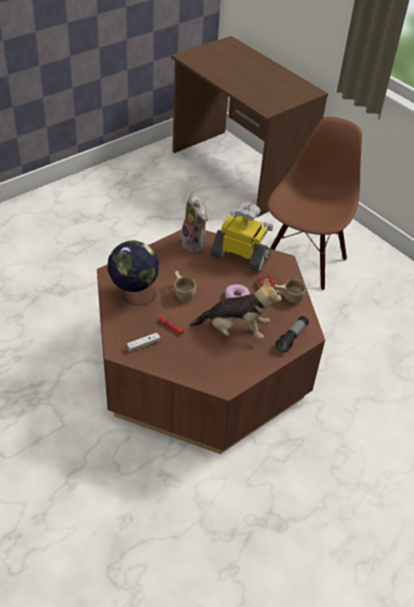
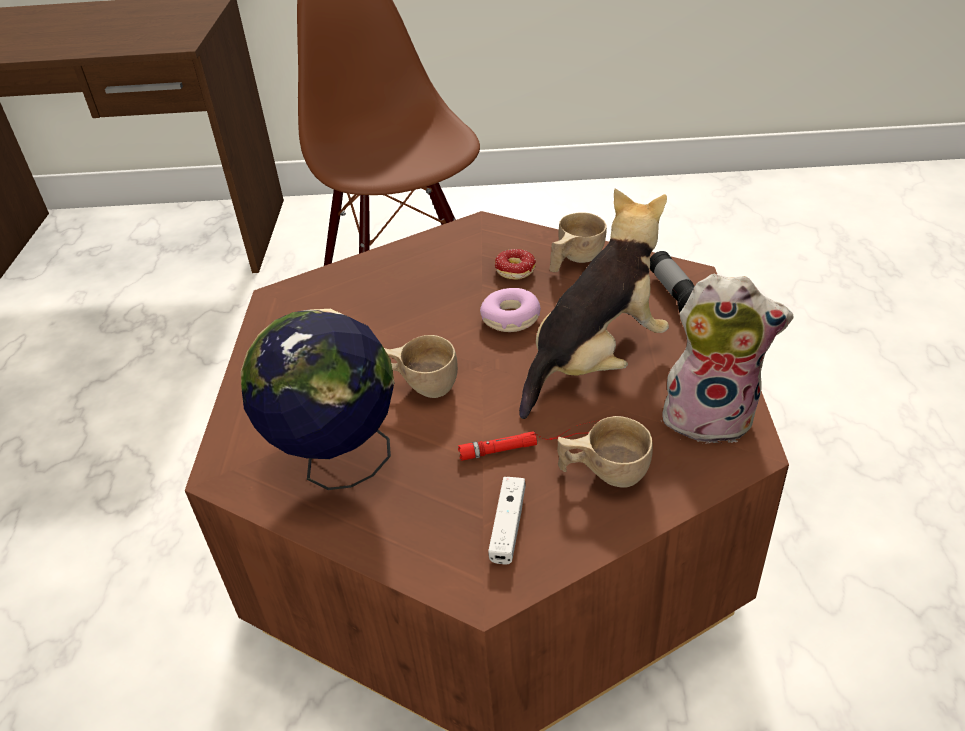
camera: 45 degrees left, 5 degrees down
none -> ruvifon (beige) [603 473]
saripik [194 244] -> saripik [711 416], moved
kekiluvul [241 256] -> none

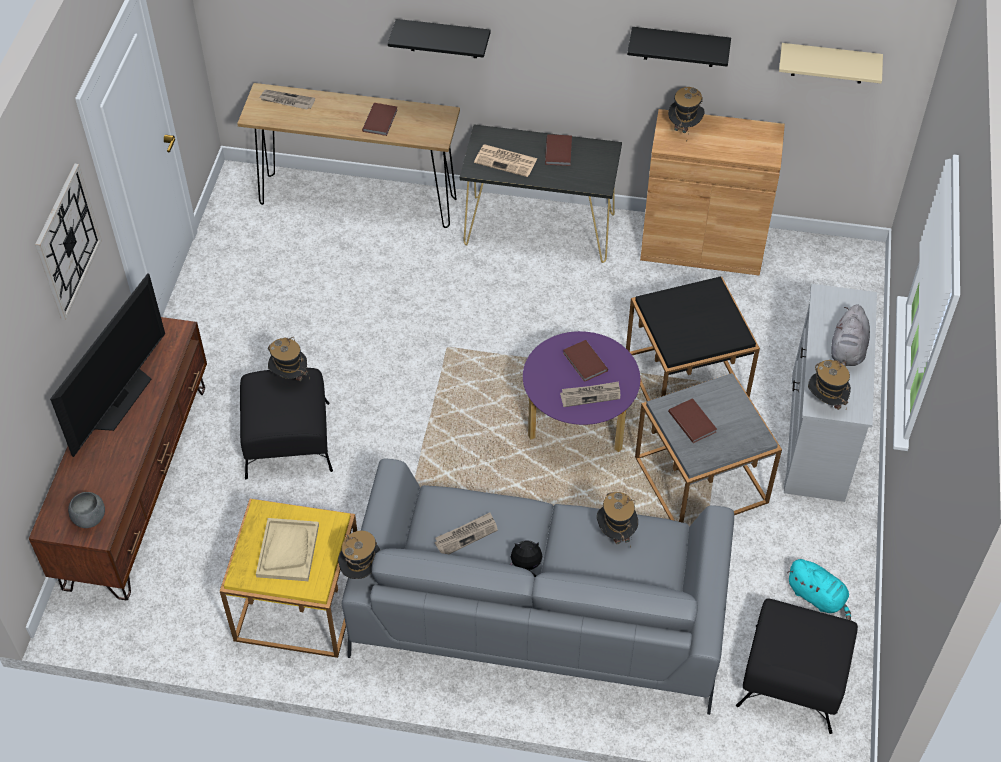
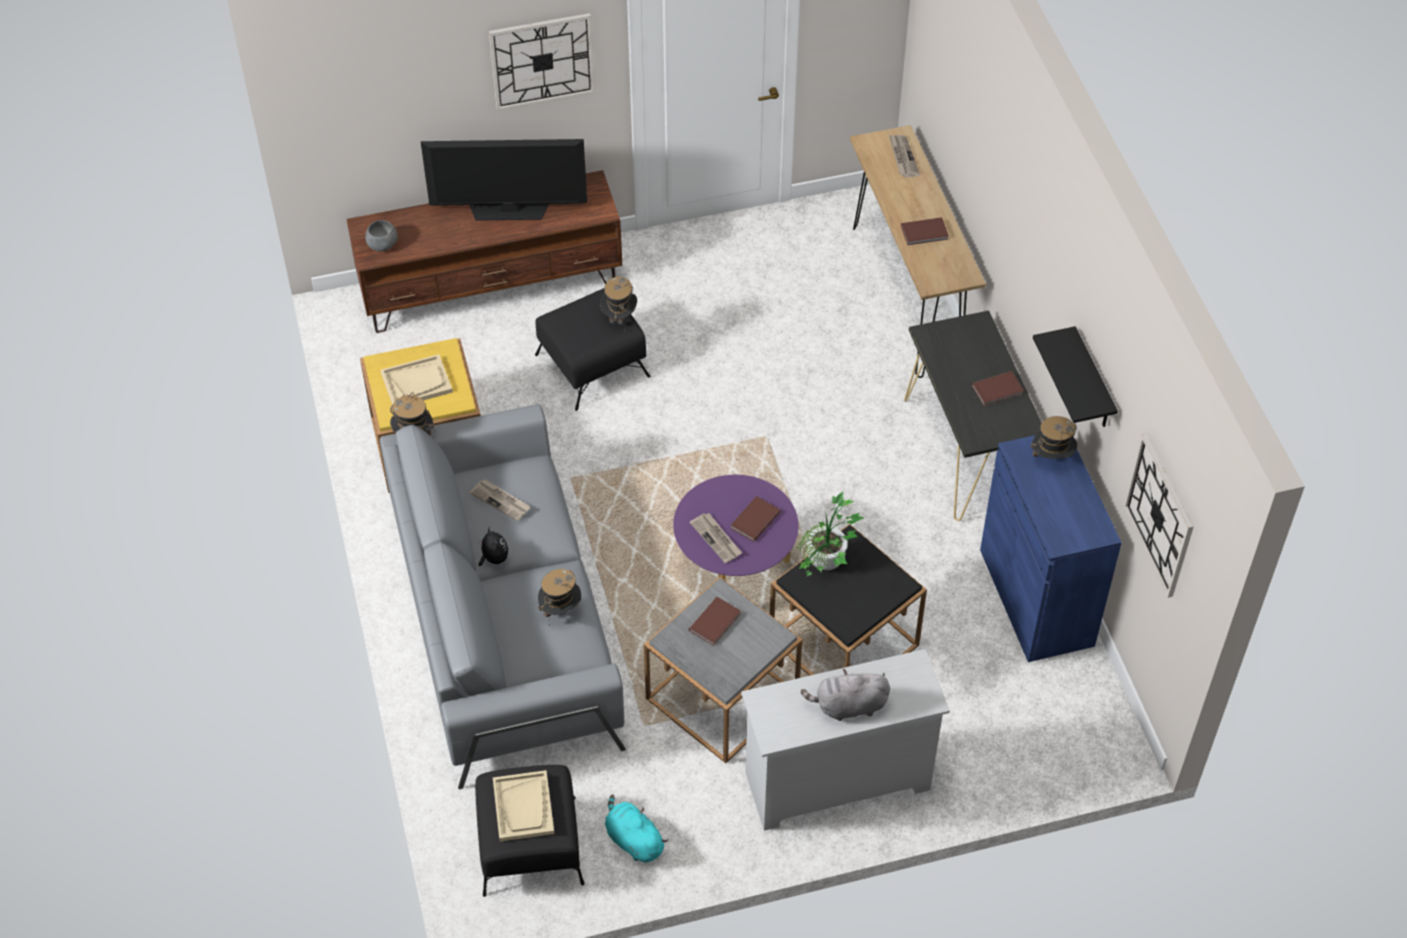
camera: 65 degrees right, 0 degrees up
none -> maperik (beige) [523 807]
saripik (turquoise) [818 597] -> saripik (turquoise) [633 840], 120 degrees clockwise
none -> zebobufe [825 567]
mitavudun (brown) [702 246] -> mitavudun (blue) [1036 597]
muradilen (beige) [829 63] -> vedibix [1159 515]
muradilen (black) [443 39] -> none
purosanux [507 161] -> none
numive [825 401] -> none

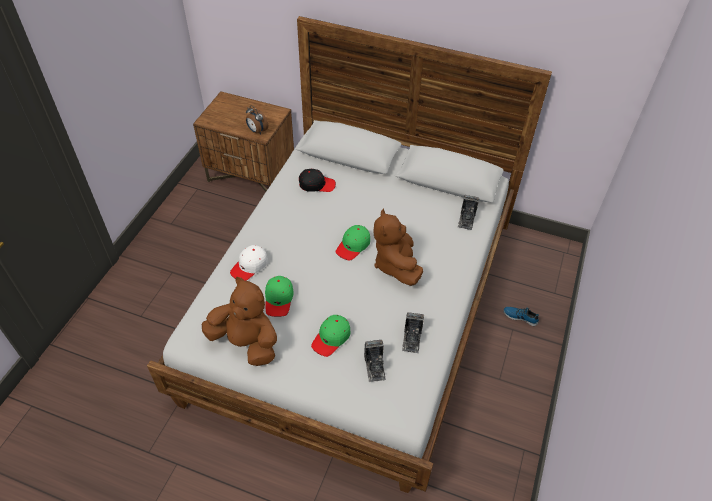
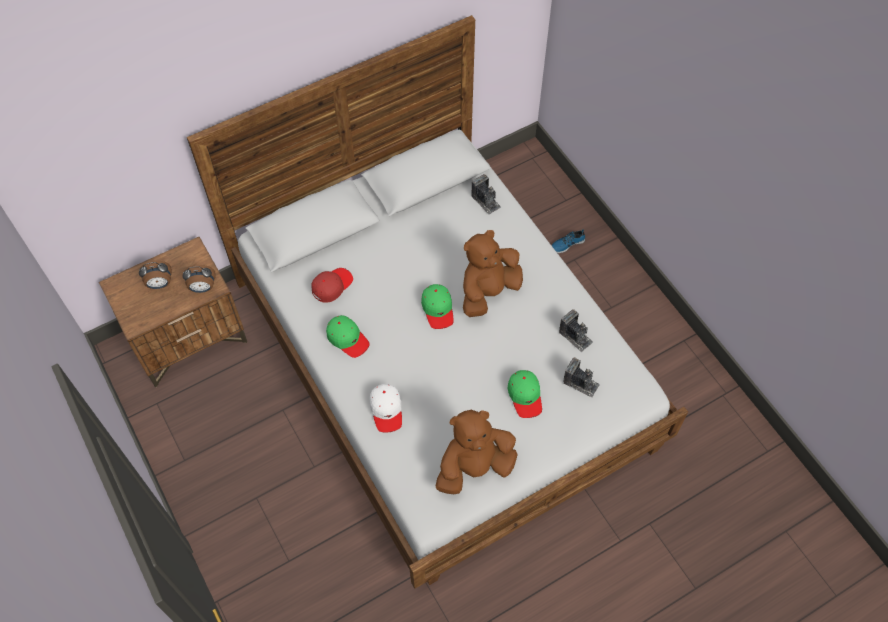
camera: 50 degrees left, 10 degrees up
none -> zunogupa [160 284]
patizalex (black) [316 184] -> patizalex (red) [332 286]
patizalex (green) [279 299] -> patizalex (green) [347 338], moved
saripik (brown) [396 264] -> saripik (brown) [488 291], 105 degrees clockwise

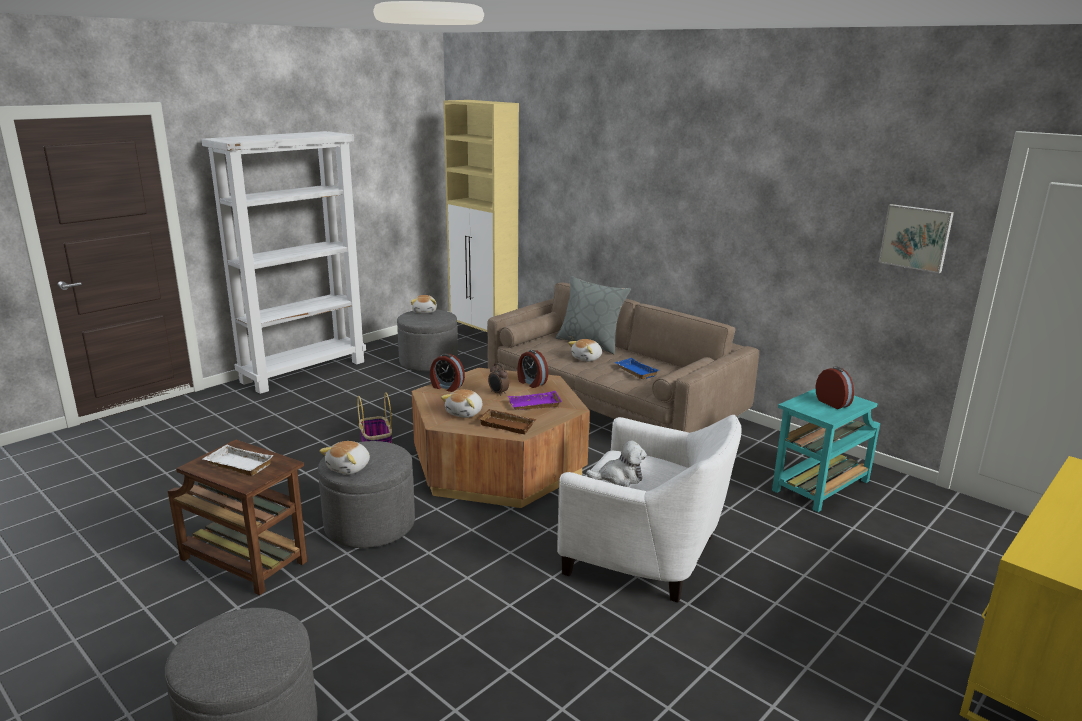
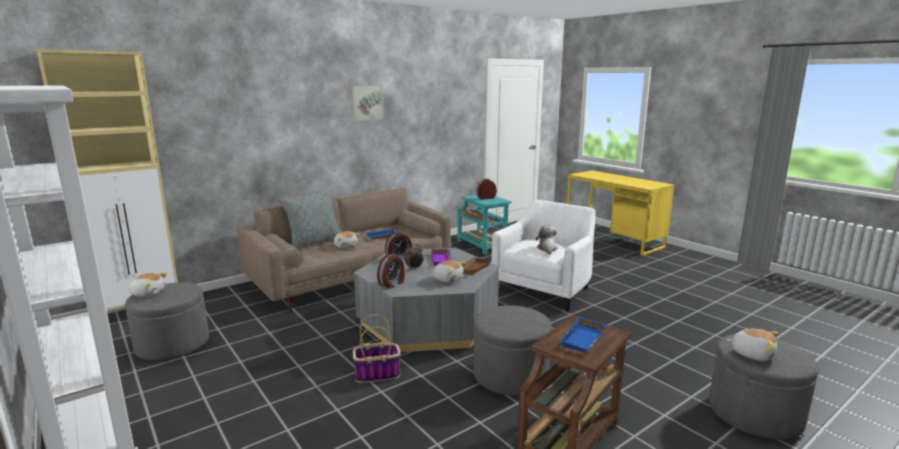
camera: 80 degrees left, 5 degrees down
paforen [916 237] -> paforen [365 102], moved
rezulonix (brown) [499 465] -> rezulonix (grey) [428 321]
maperik (white) [237 465] -> maperik (blue) [584 340]
saripik [349 468] -> saripik [752 354], moved

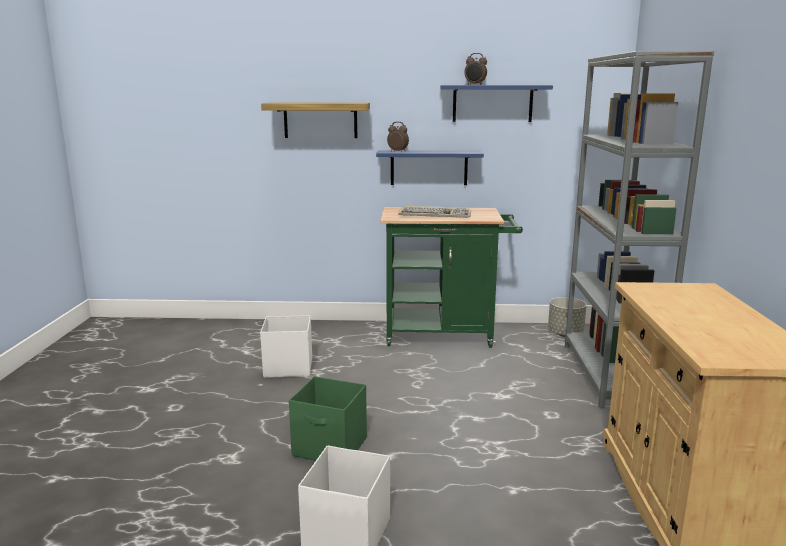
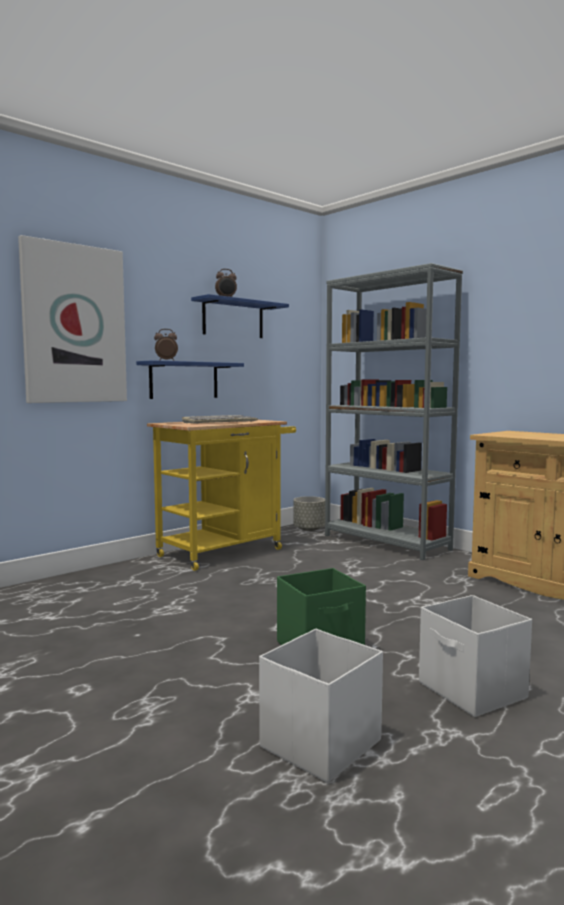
camera: 45 degrees left, 10 degrees down
muradilen [320 120] -> paforen [74 324]
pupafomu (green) [446 335] -> pupafomu (yellow) [226 551]
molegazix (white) [287 367] -> molegazix (white) [319 744], moved

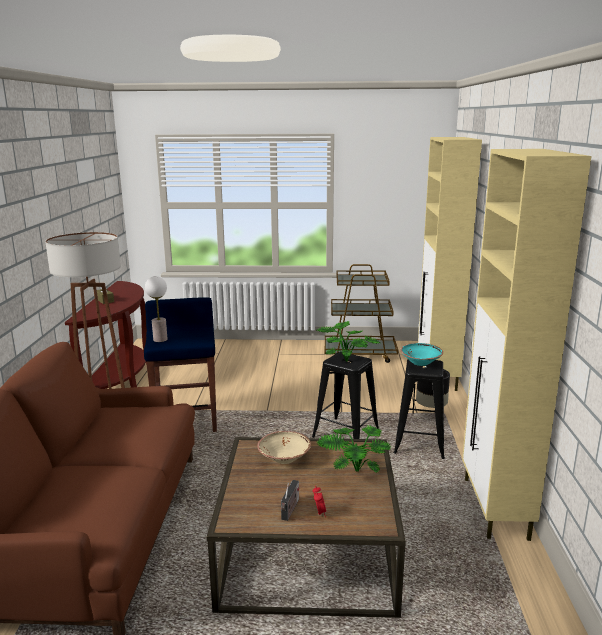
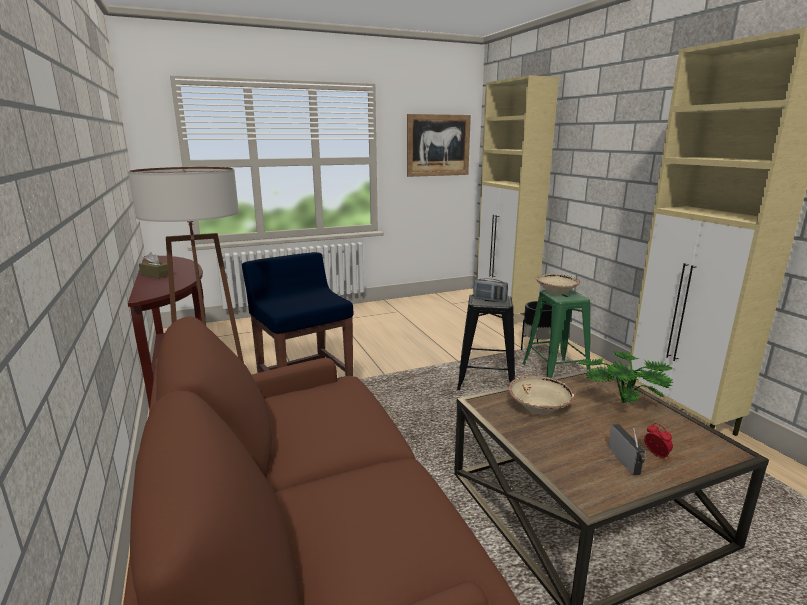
camera: 25 degrees left, 0 degrees up
none -> paforen [438 145]
zebobufe [346 360] -> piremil [489 300]
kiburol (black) [419 442] -> kiburol (green) [555 373]
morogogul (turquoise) [420 362] -> morogogul (beige) [556 292]
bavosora [160 339] -> none
pupafomu (brown) [360 354] -> none

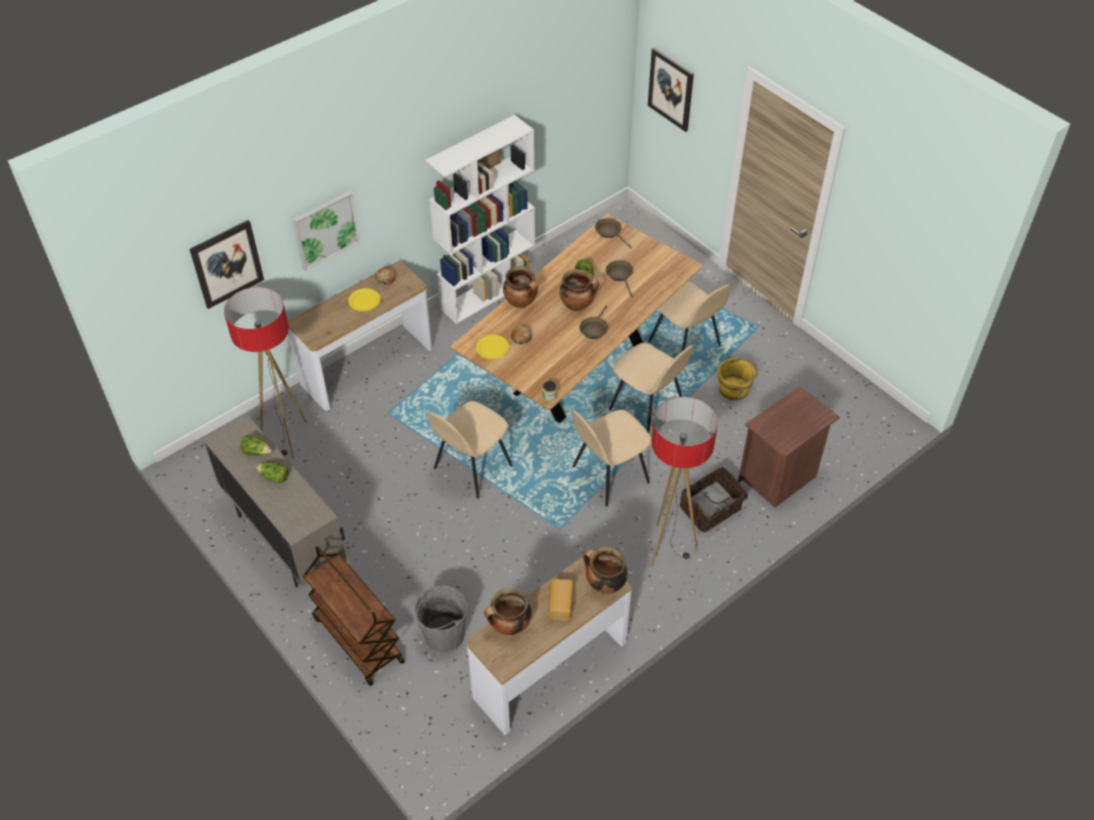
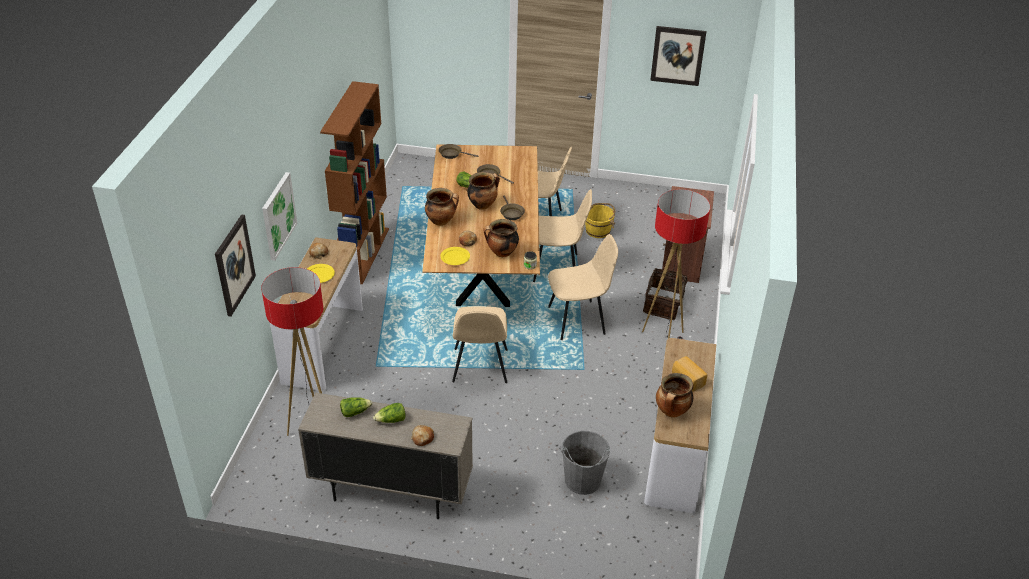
camera: 40 degrees left, 10 degrees down
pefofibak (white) [488 292] -> pefofibak (brown) [363 253]
none -> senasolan [422 438]
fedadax [604 585] -> fedadax [501 253], moved
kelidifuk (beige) [608 475] -> kelidifuk (beige) [578 320], 120 degrees counterclockwise
paforen [671 89] -> paforen [678 55], moved
pupafomu (brown) [357 639] -> none

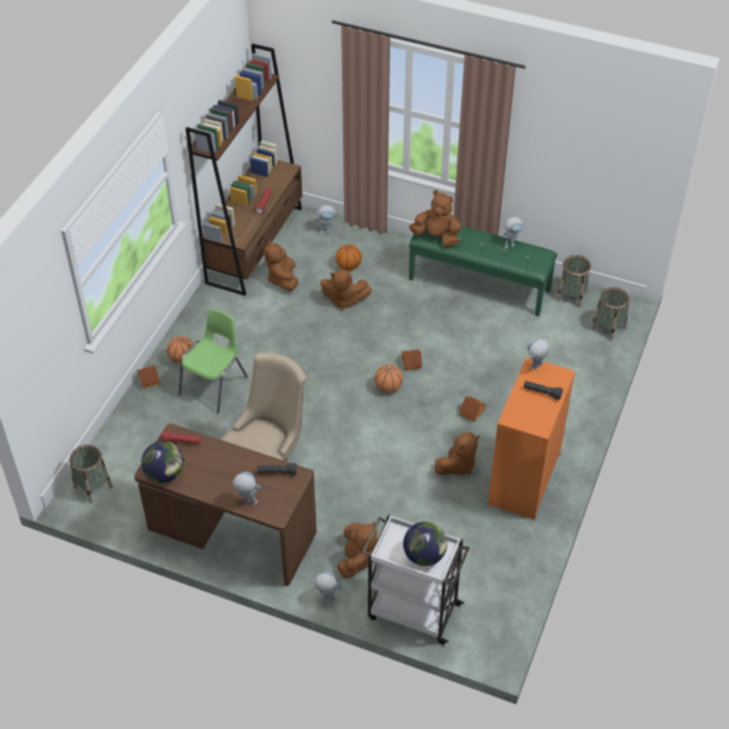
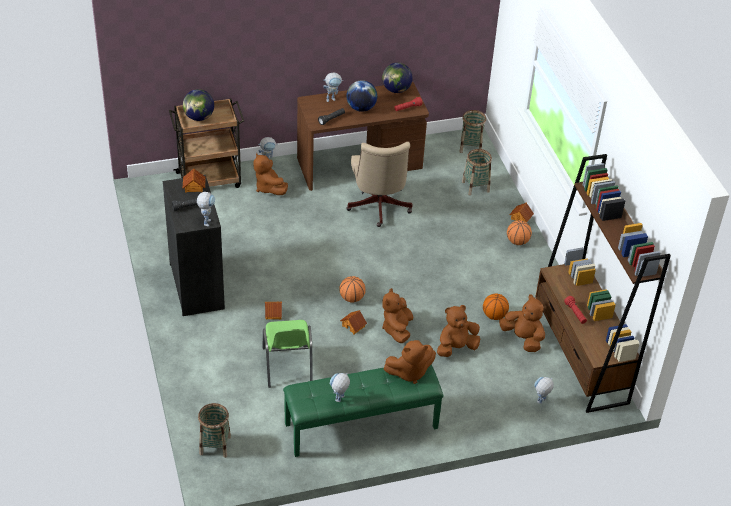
camera: 140 degrees right, 5 degrees down
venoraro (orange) [523 479] -> venoraro (black) [197 286]
pupafomu (white) [412 610] -> pupafomu (brown) [210 179]
none -> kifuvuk [194 187]
kelidifuk (green) [215 385] -> kelidifuk (green) [287 367], moved
none -> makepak [361 108]
saripik (brown) [457 465] -> saripik (brown) [397 329], moved
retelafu [571 296] -> retelafu [475 187], moved
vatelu [348 266] -> vatelu [494 316], moved

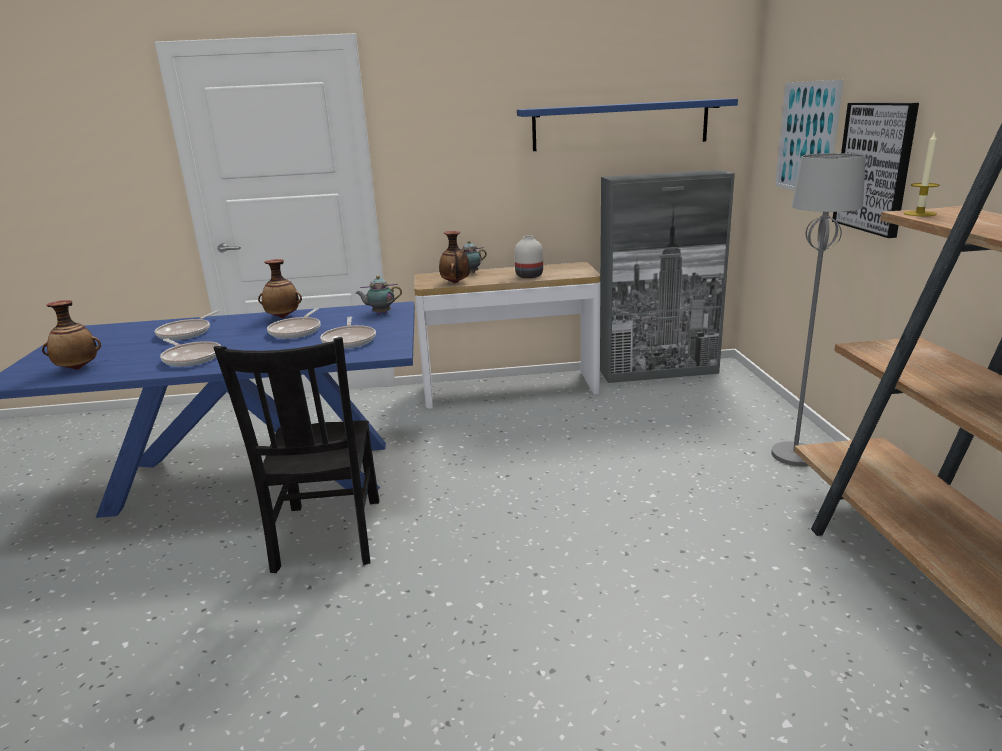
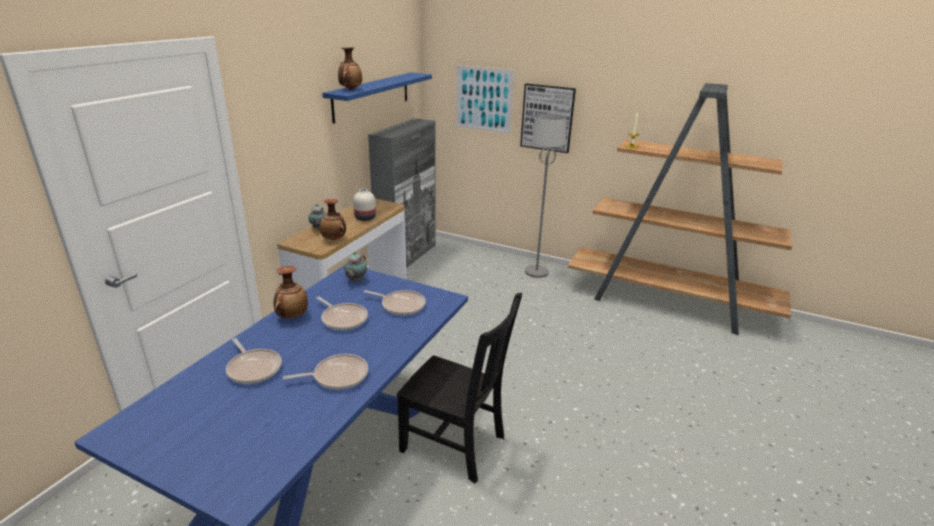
camera: 60 degrees left, 5 degrees up
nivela [78 368] -> nivela [350 89], moved

